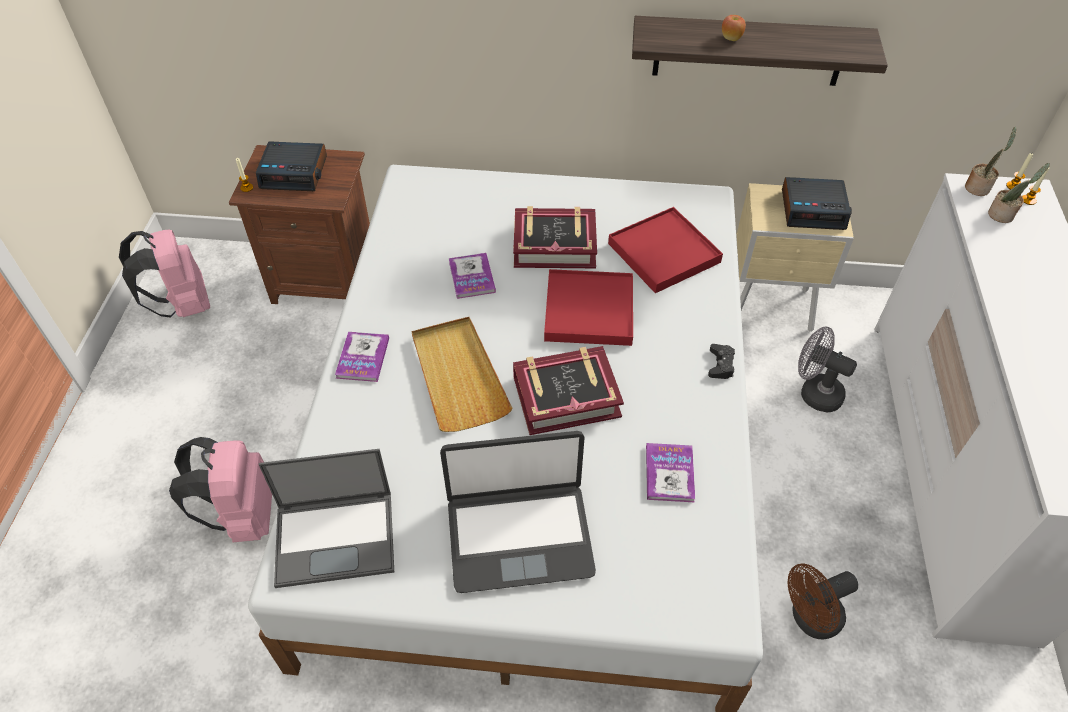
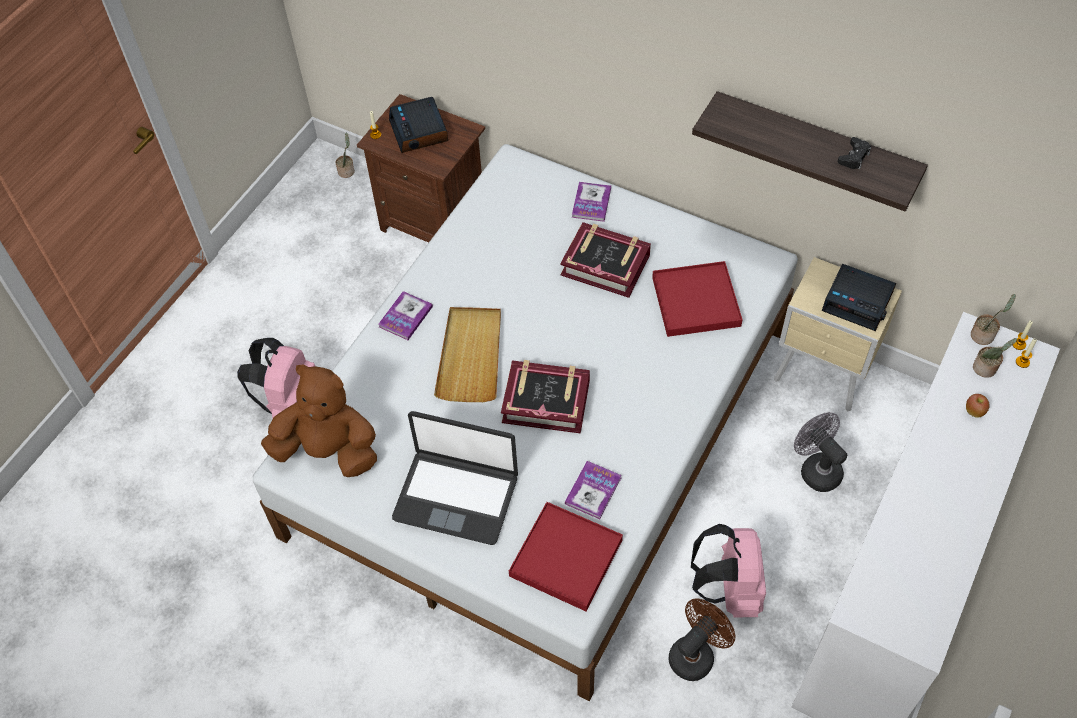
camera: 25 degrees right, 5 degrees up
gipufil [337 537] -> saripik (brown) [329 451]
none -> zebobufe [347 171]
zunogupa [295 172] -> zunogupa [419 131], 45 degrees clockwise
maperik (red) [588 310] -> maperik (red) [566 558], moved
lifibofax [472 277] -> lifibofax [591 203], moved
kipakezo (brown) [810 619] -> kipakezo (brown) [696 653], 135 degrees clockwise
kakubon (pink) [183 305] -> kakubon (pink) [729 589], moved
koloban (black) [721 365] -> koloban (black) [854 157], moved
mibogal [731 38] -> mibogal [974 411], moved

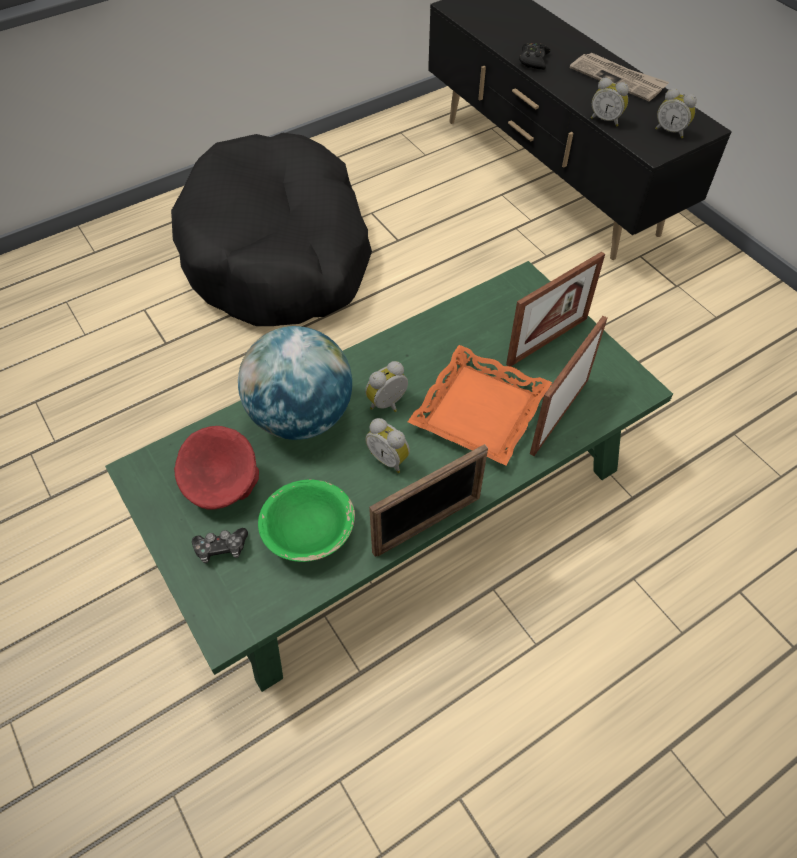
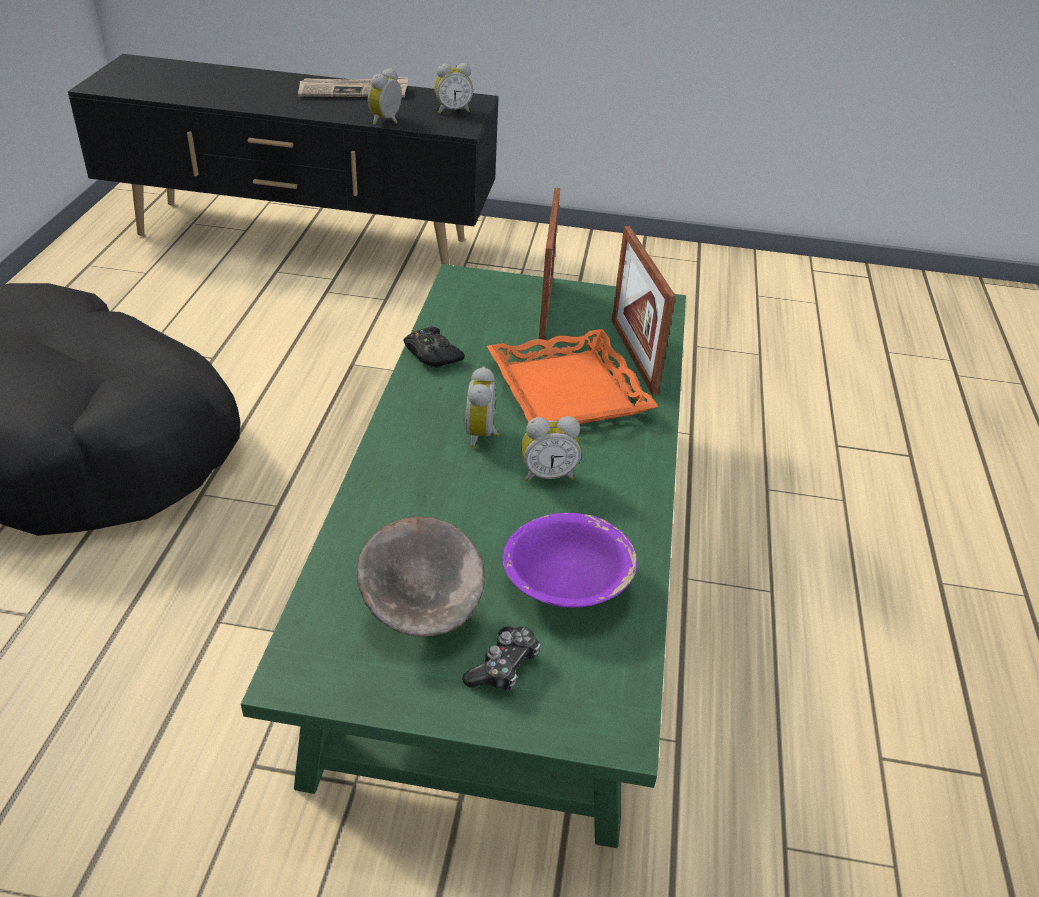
camera: 50 degrees left, 15 degrees down
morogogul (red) [224 487] -> morogogul (grey) [423 614]
zunogupa [606 119] -> zunogupa [387 121], 135 degrees clockwise
koloban (black) [533 61] -> koloban (black) [432 354], moved
morogogul (green) [308 532] -> morogogul (purple) [566 584]
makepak [301 416] -> none
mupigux [427 525] -> none

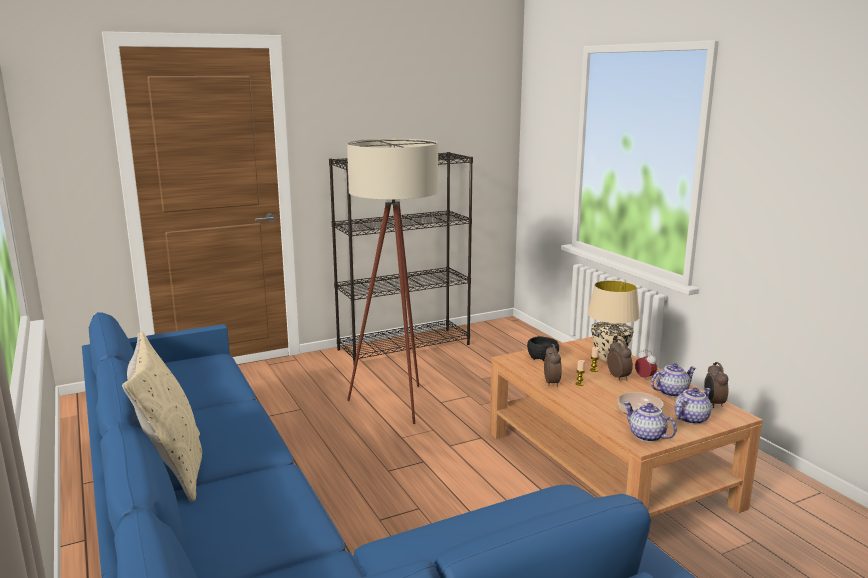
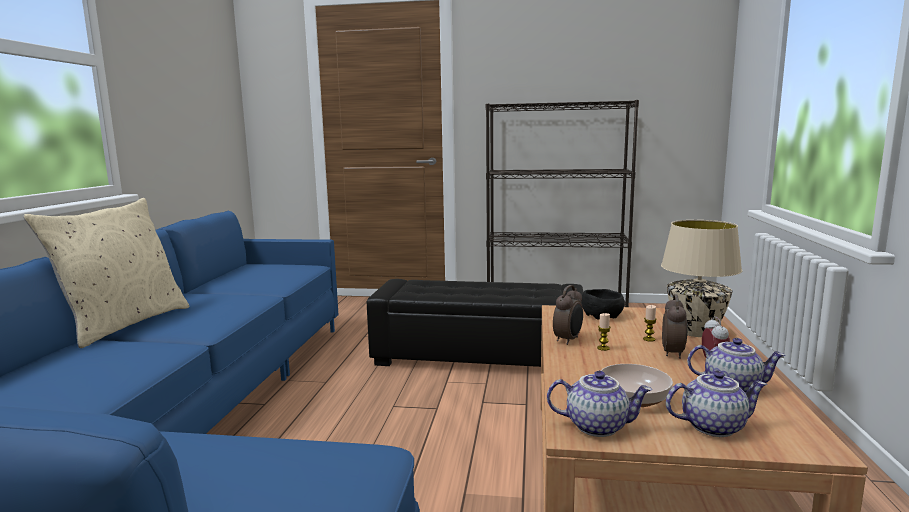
camera: 35 degrees right, 5 degrees down
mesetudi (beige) [397 407] -> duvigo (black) [478 356]
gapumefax [646 436] -> gapumefax [597 426], 105 degrees clockwise
zunogupa [713 404] -> none

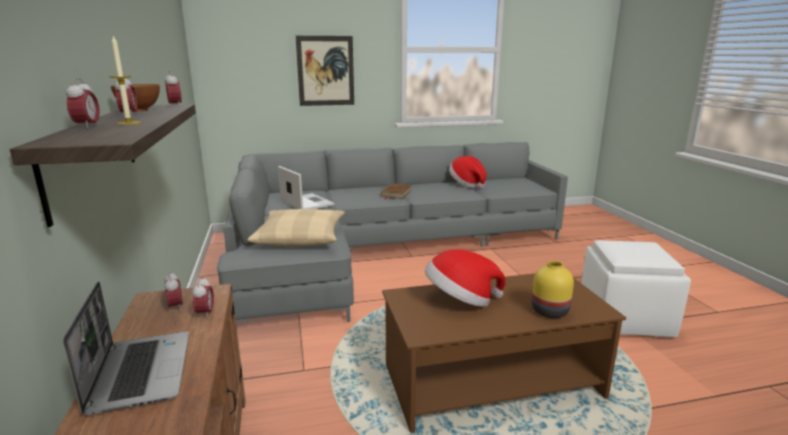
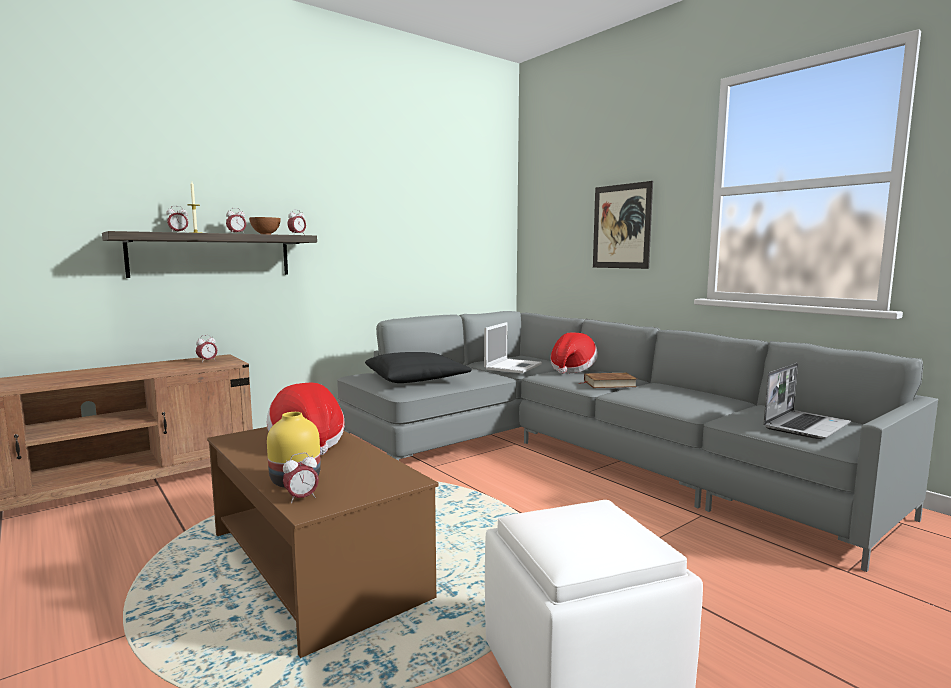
camera: 65 degrees right, 10 degrees down
zunogupa [205 314] -> zunogupa [301 498], moved
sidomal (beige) [300 237] -> sidomal (black) [416 379]
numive [467 184] -> numive [572 369], moved
gipufil [140 371] -> gipufil [805 426], moved

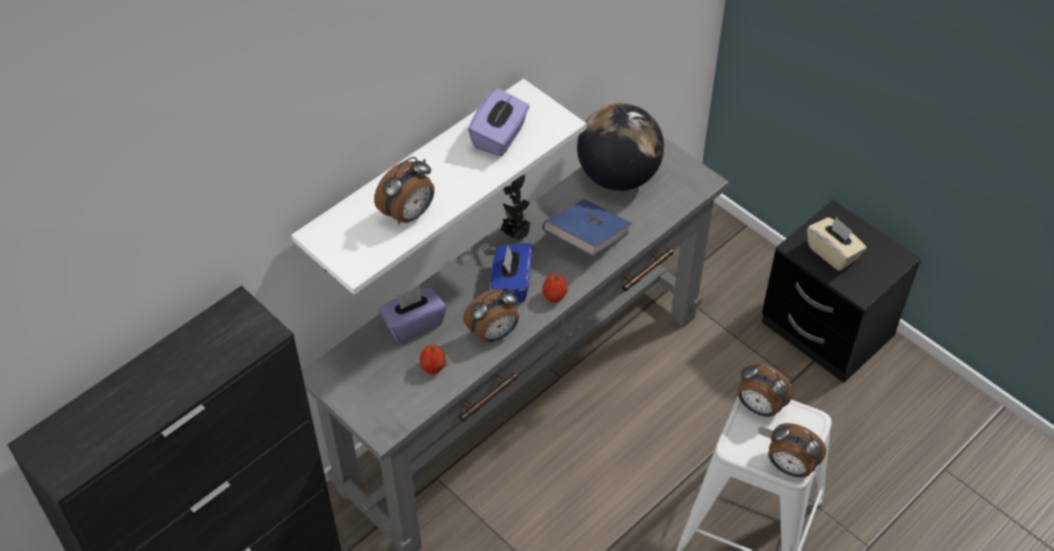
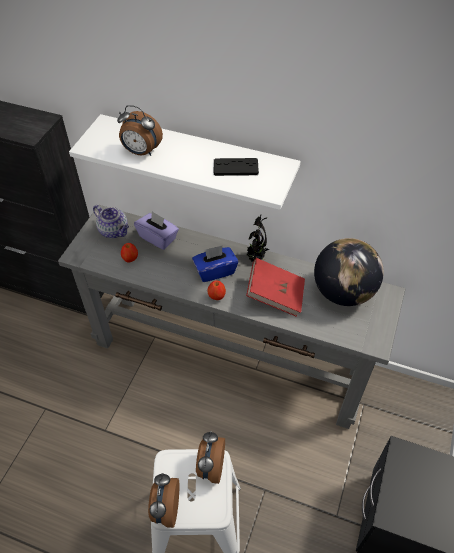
camera: 65 degrees right, 0 degrees up
none -> gapumefax [114 231]
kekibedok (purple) [499 137] -> koloban (black) [235 168]
lifibofax (blue) [586 239] -> lifibofax (red) [275 295]
zunogupa [494 334] -> none
kekibedok (beige) [833 253] -> none

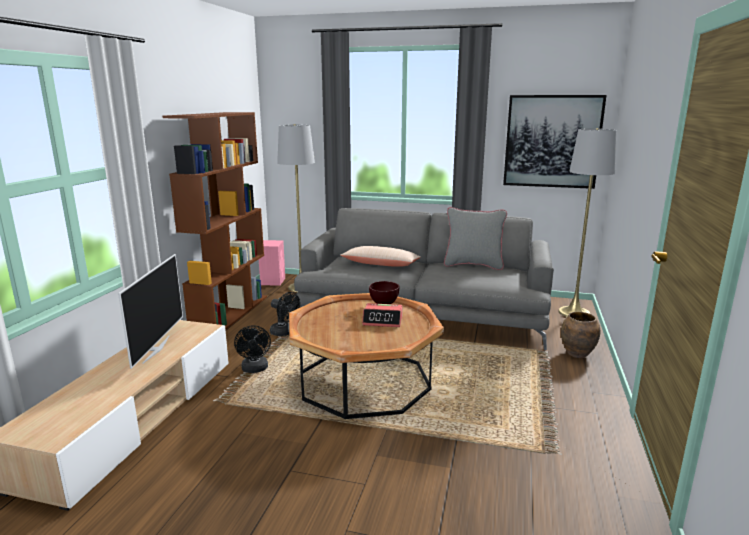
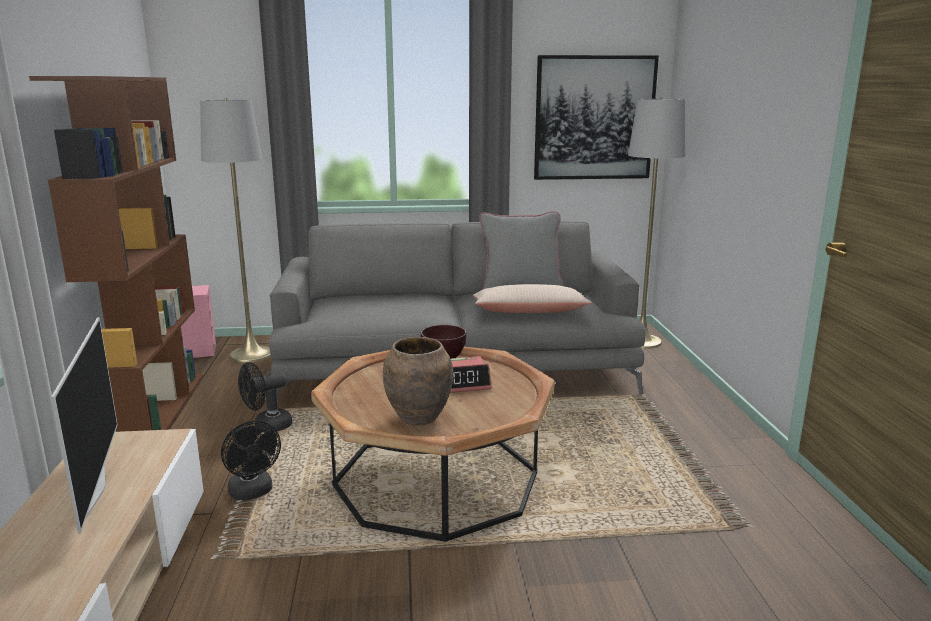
camera: 20 degrees left, 0 degrees up
kipakezo (black) [285 332] -> kipakezo (black) [267 426], 135 degrees clockwise
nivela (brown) [577 354] -> nivela (brown) [419 418], moved
sidomal (beige) [380 264] -> sidomal (beige) [529 312], moved

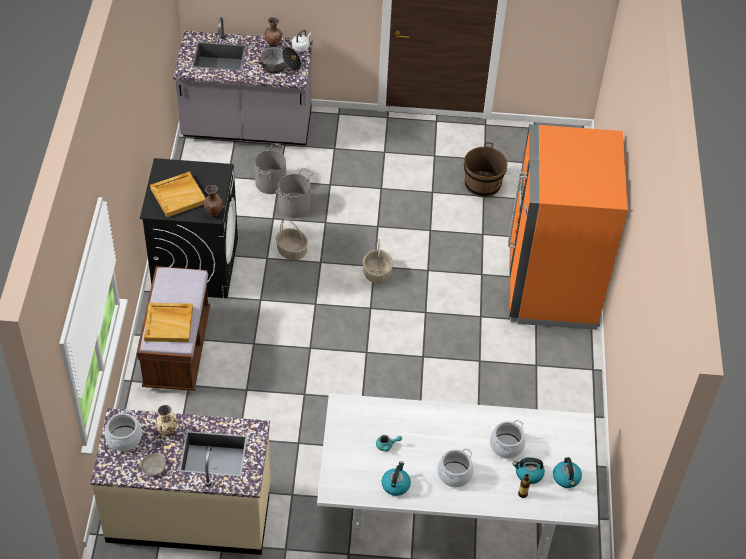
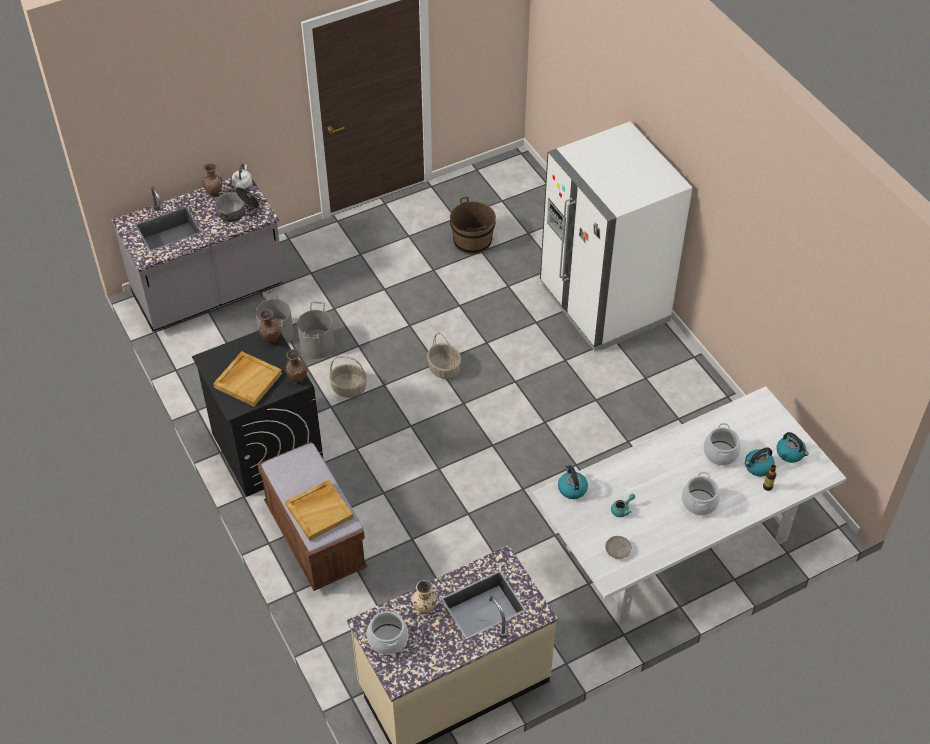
camera: 30 degrees left, 0 degrees up
none -> nivela (brown) [270 341]
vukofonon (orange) [551 287] -> vukofonon (white) [603 303]
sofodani [395 484] -> sofodani [572 488], moved
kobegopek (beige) [153 467] -> kobegopek (beige) [617 550], moved

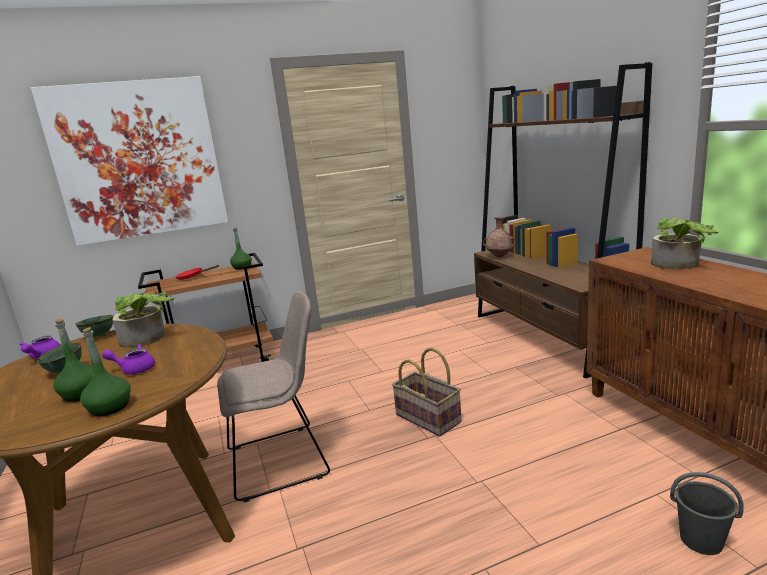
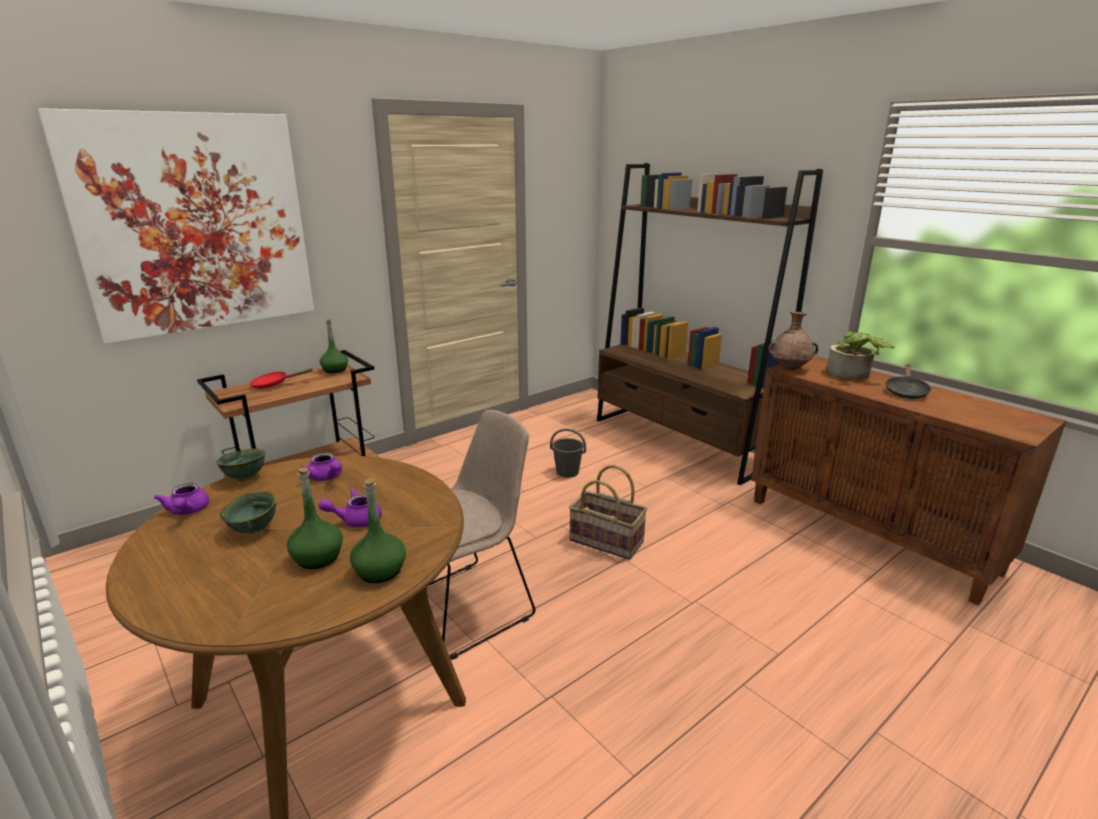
camera: 20 degrees left, 5 degrees up
zebobufe [148 338] -> gapumefax (purple) [326 477]
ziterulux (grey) [700 540] -> ziterulux (grey) [567 472], moved
nivela (brown) [500 256] -> nivela (brown) [790 369], moved
none -> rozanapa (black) [906 391]

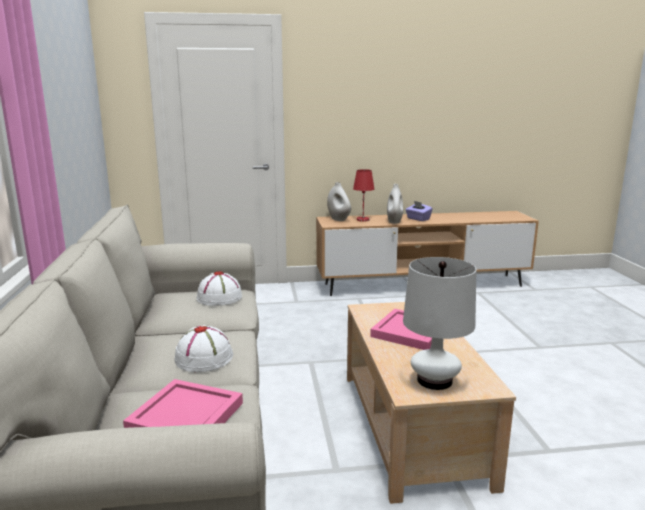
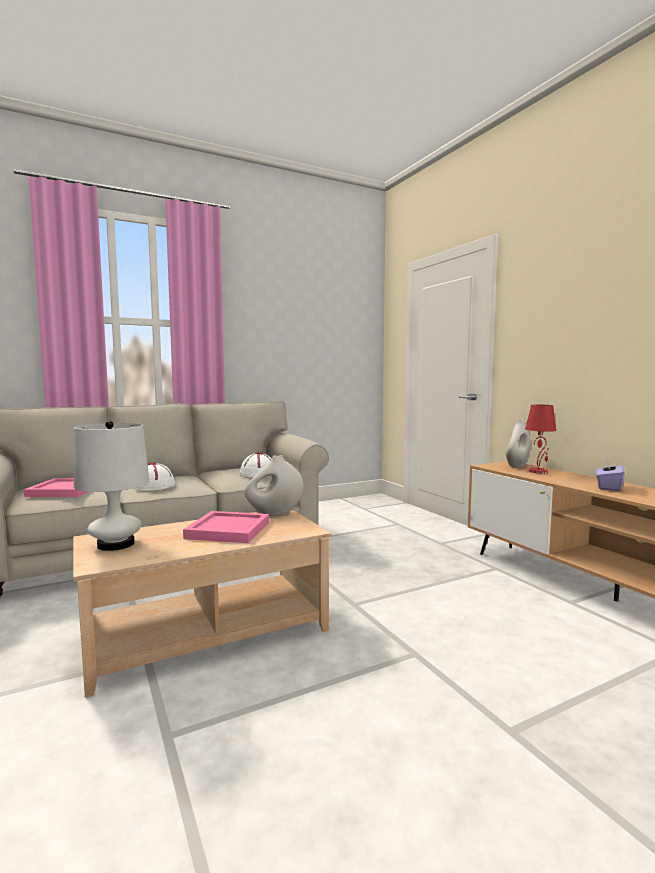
camera: 70 degrees right, 10 degrees down
nivela (white) [394 221] -> nivela (white) [274 514], moved

